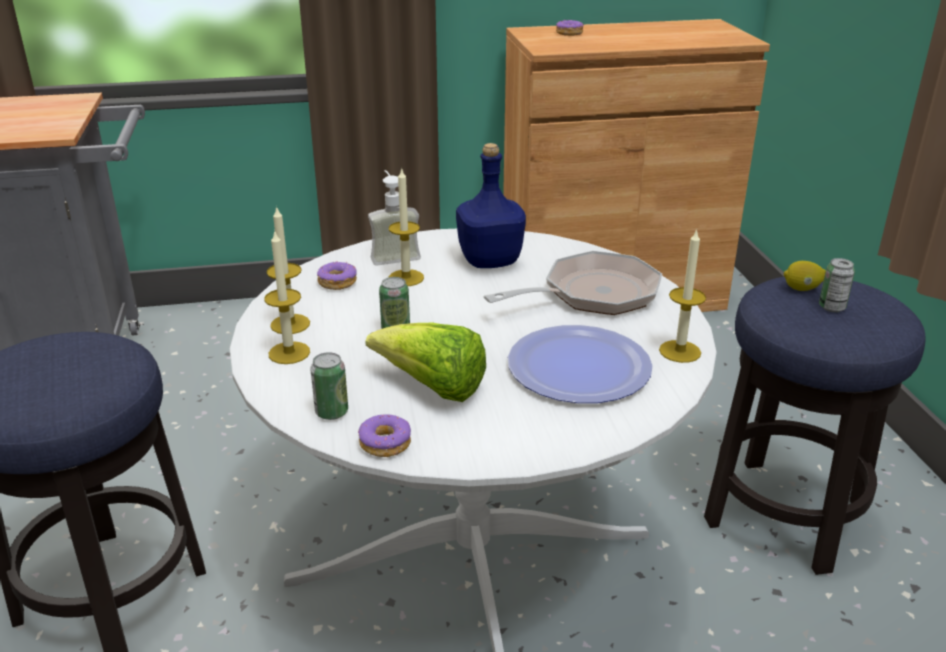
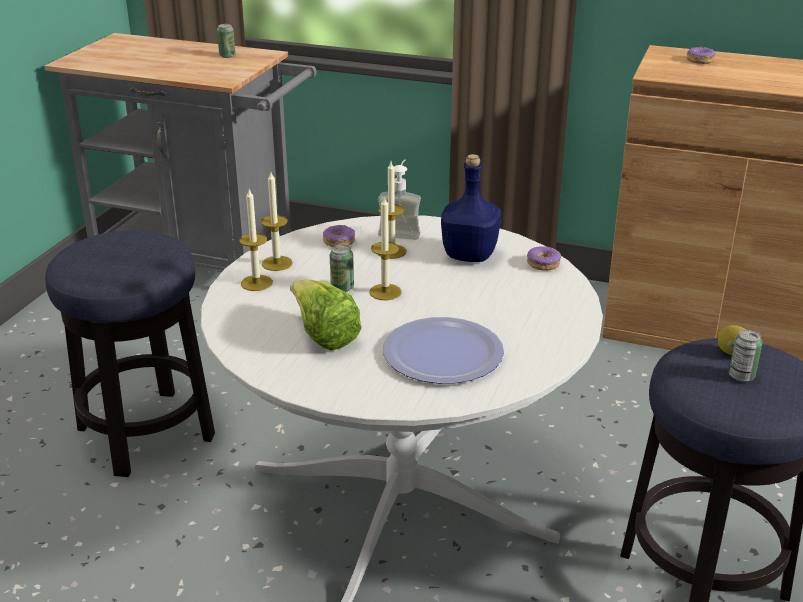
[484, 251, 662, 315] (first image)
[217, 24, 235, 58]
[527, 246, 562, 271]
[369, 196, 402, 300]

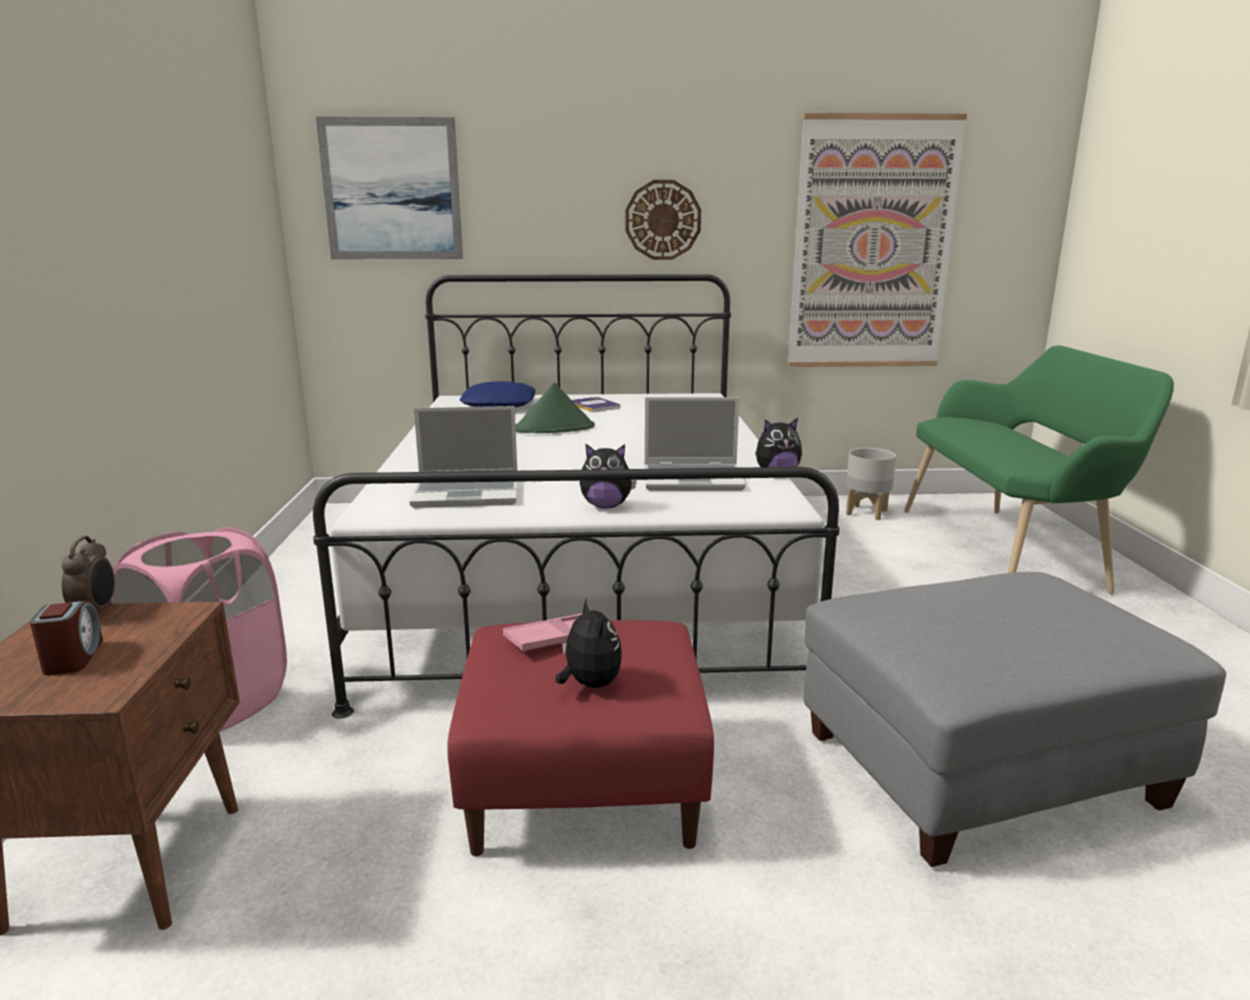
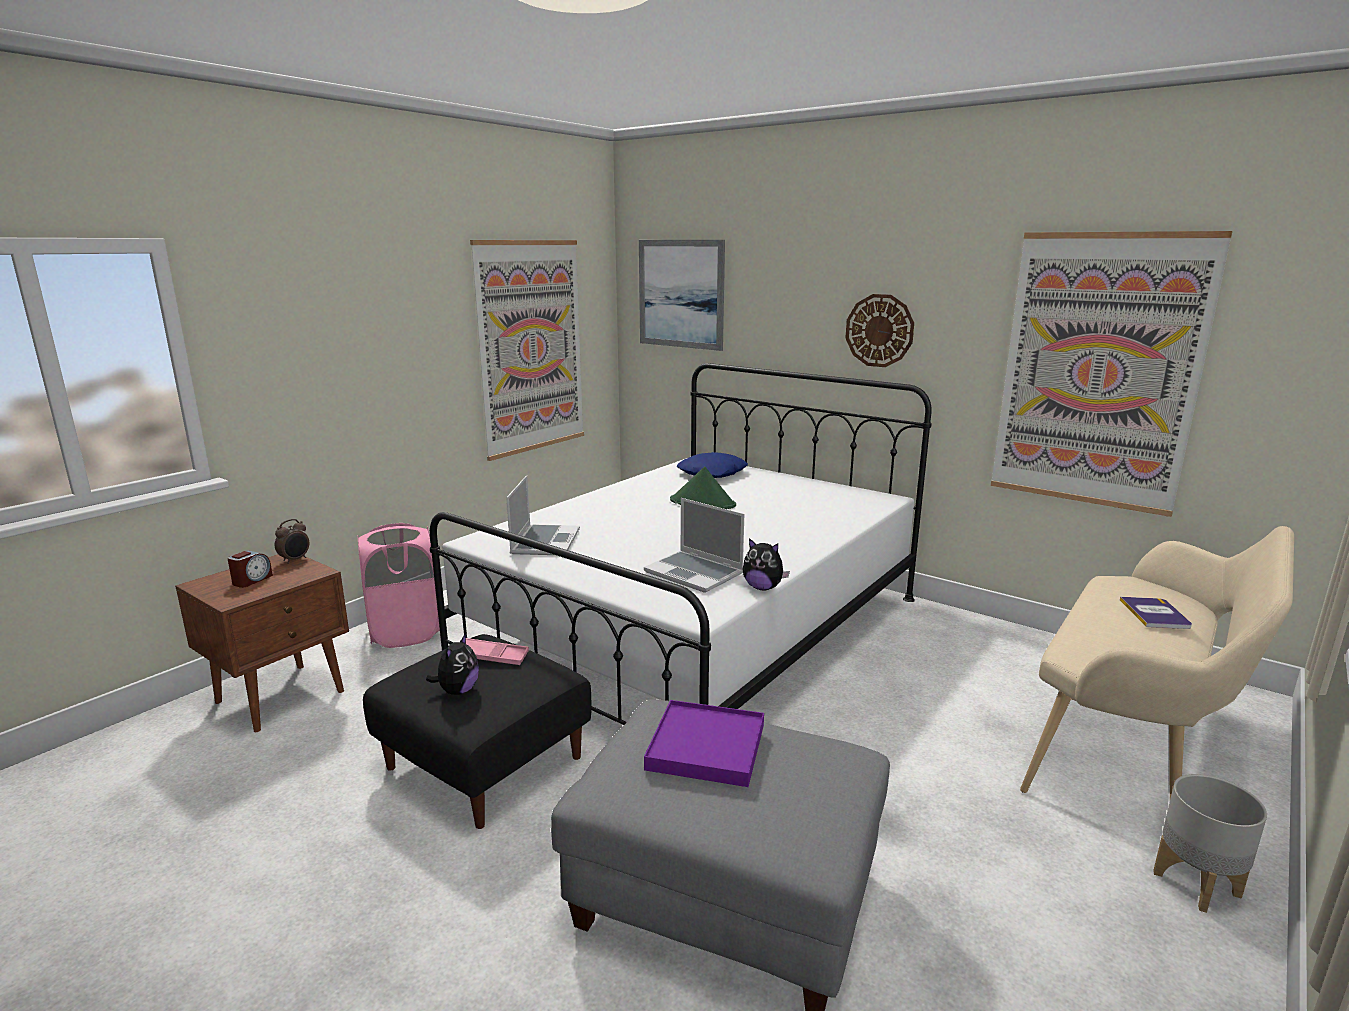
[579, 444, 637, 508] (first image)
[470, 240, 584, 461]
[644, 700, 764, 787]
[1120, 597, 1192, 629]
[1153, 774, 1267, 913]
[363, 634, 592, 829]
[1020, 526, 1294, 799]
[506, 476, 580, 555]

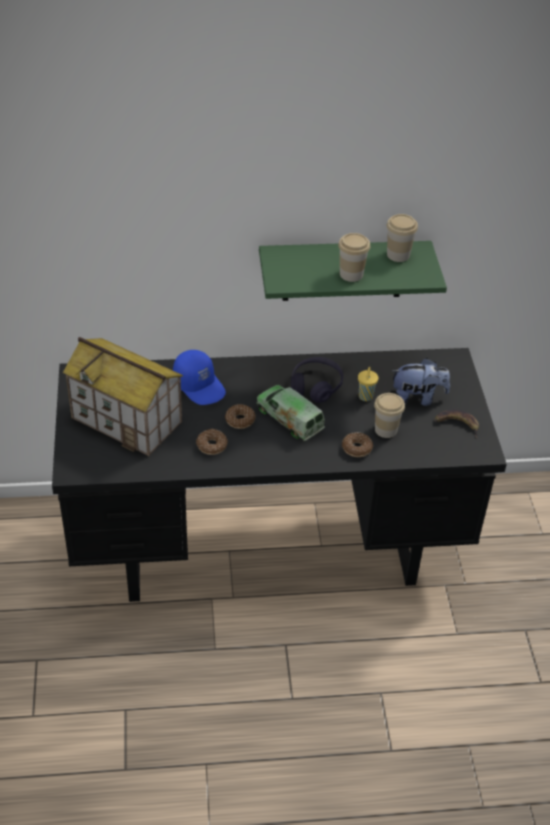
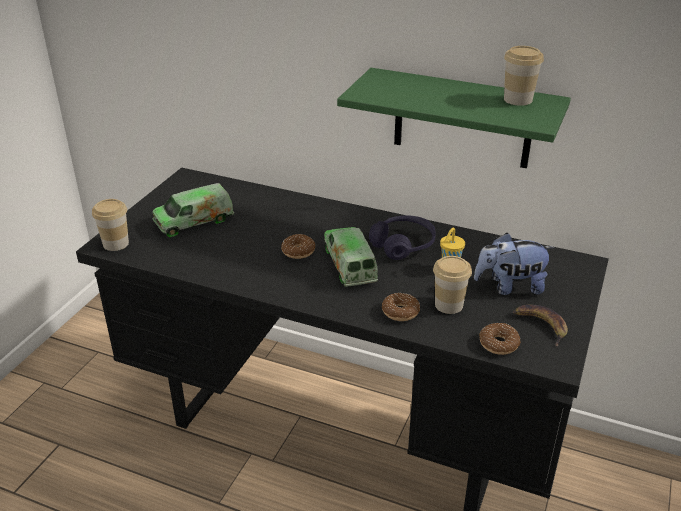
[173, 350, 226, 405] (first image)
[479, 323, 521, 355]
[92, 199, 129, 251]
[152, 183, 234, 237]
[474, 233, 555, 295]

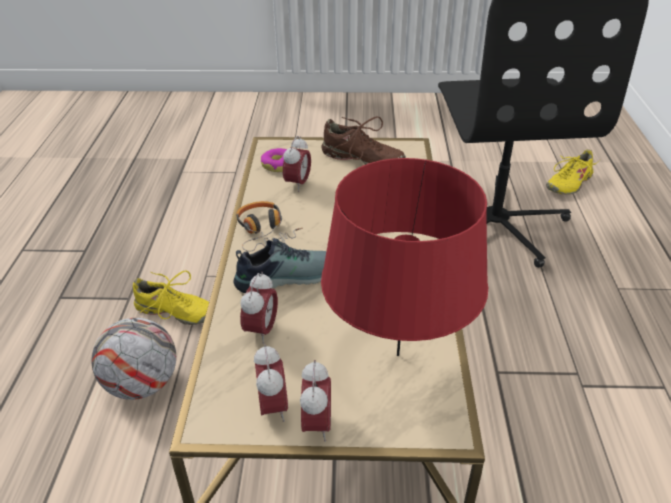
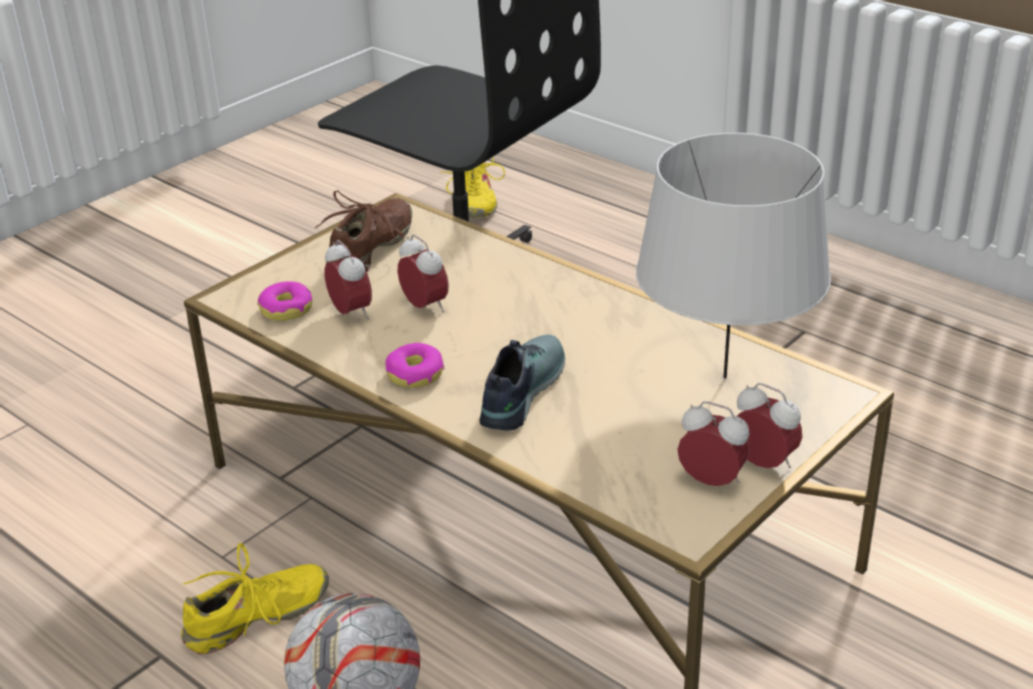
[398, 234, 449, 313]
[385, 343, 444, 388]
[636, 133, 831, 379]
[315, 190, 412, 272]

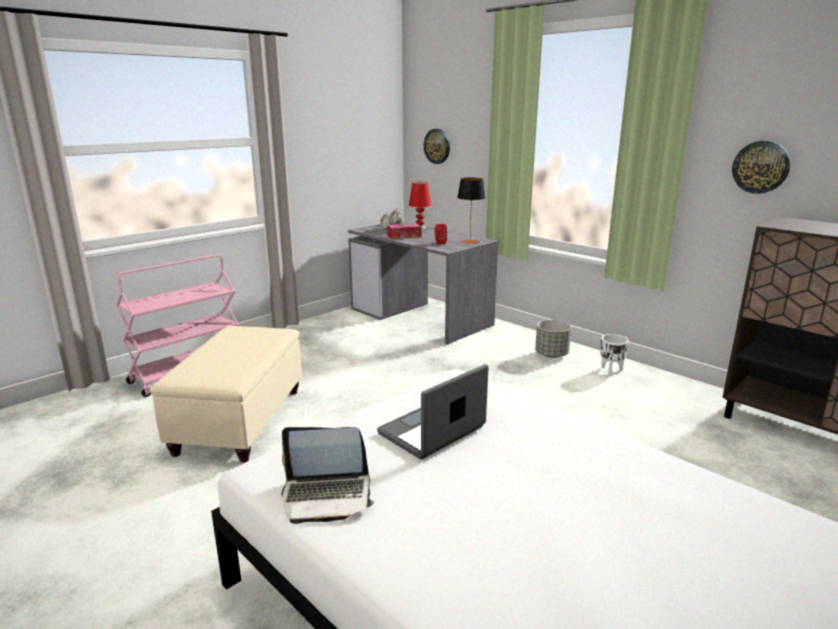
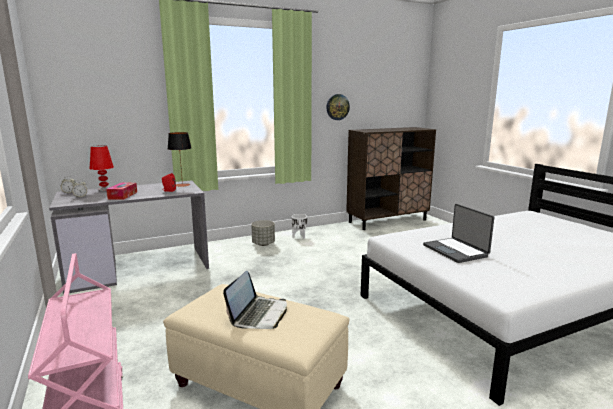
[424, 129, 450, 164] (first image)
[223, 271, 287, 329]

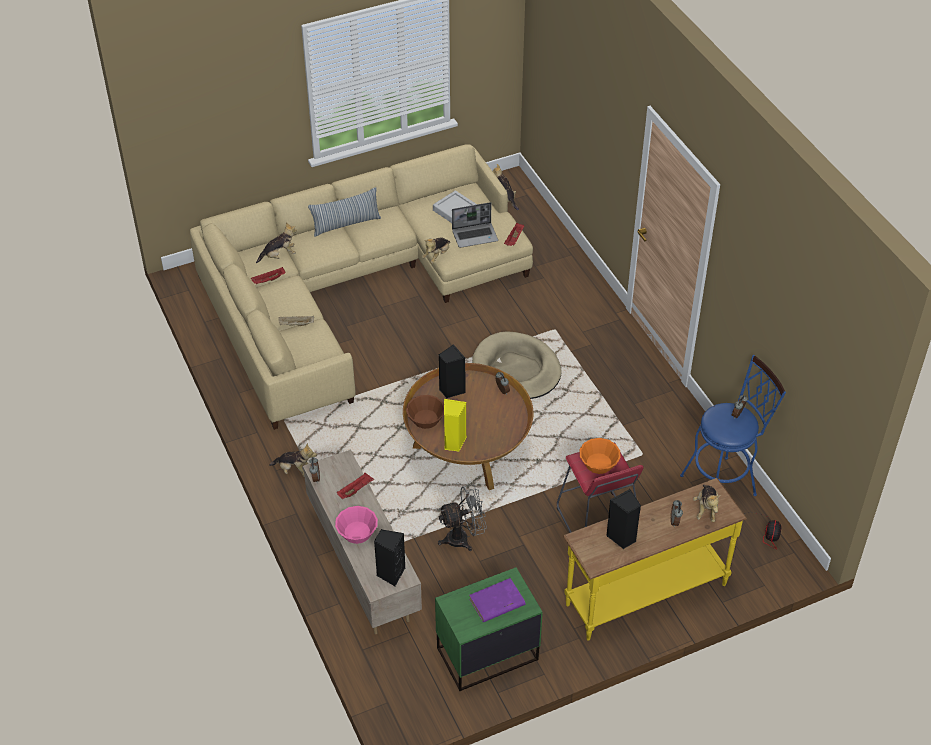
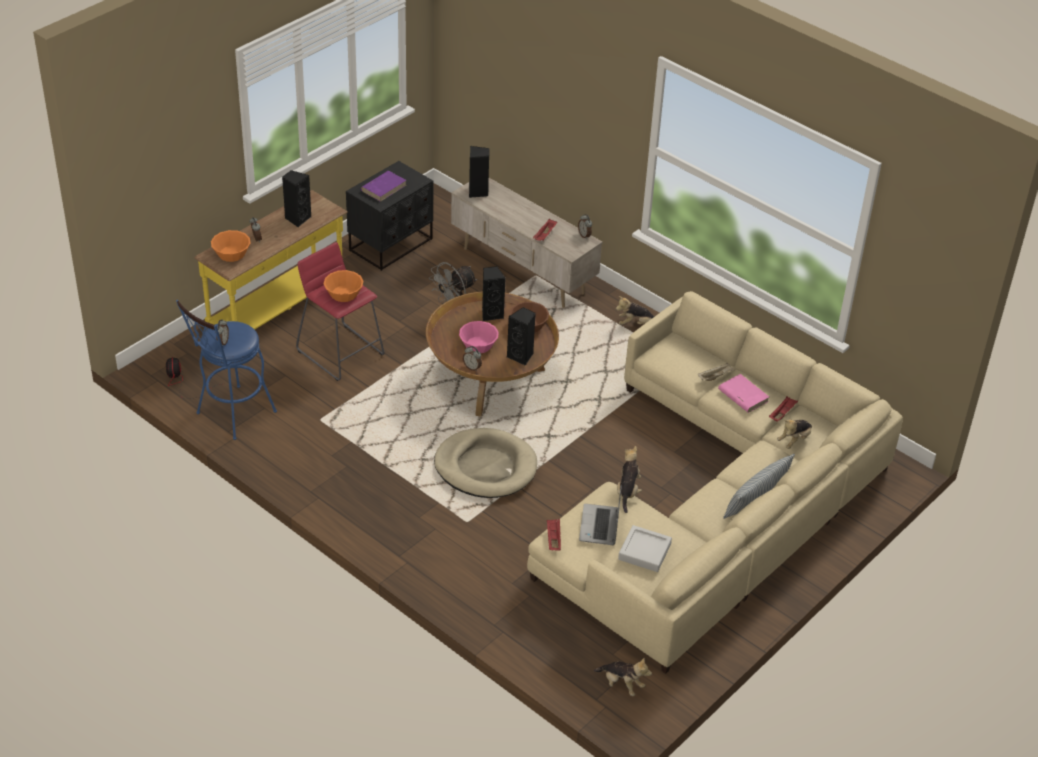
[718, 374, 769, 413]
[459, 321, 499, 353]
[211, 230, 251, 262]
[346, 161, 433, 271]
[482, 266, 506, 321]
[579, 485, 622, 545]

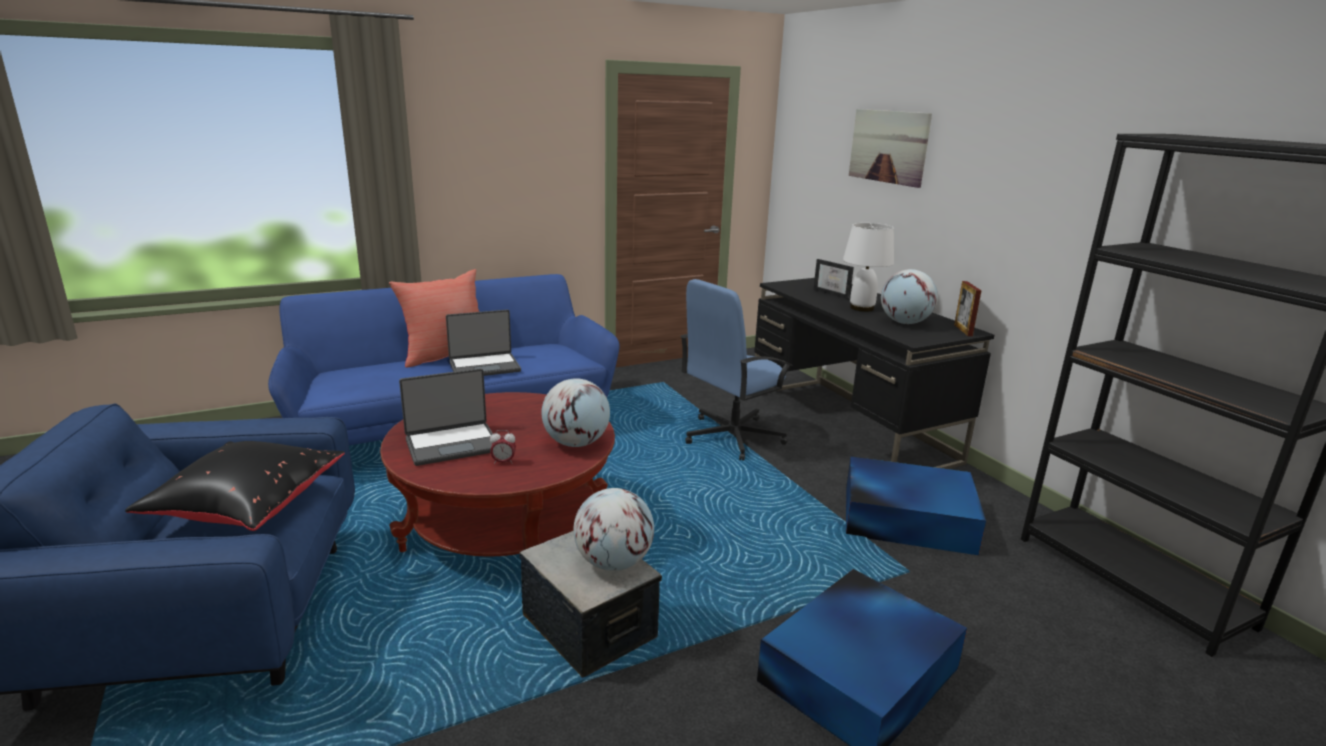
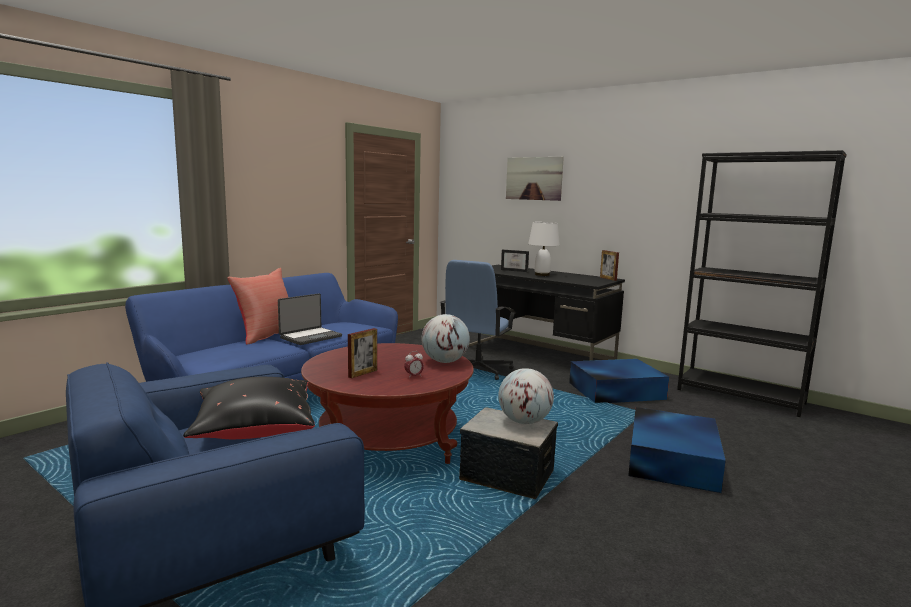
[881, 269, 938, 324] (first image)
[348, 328, 377, 378]

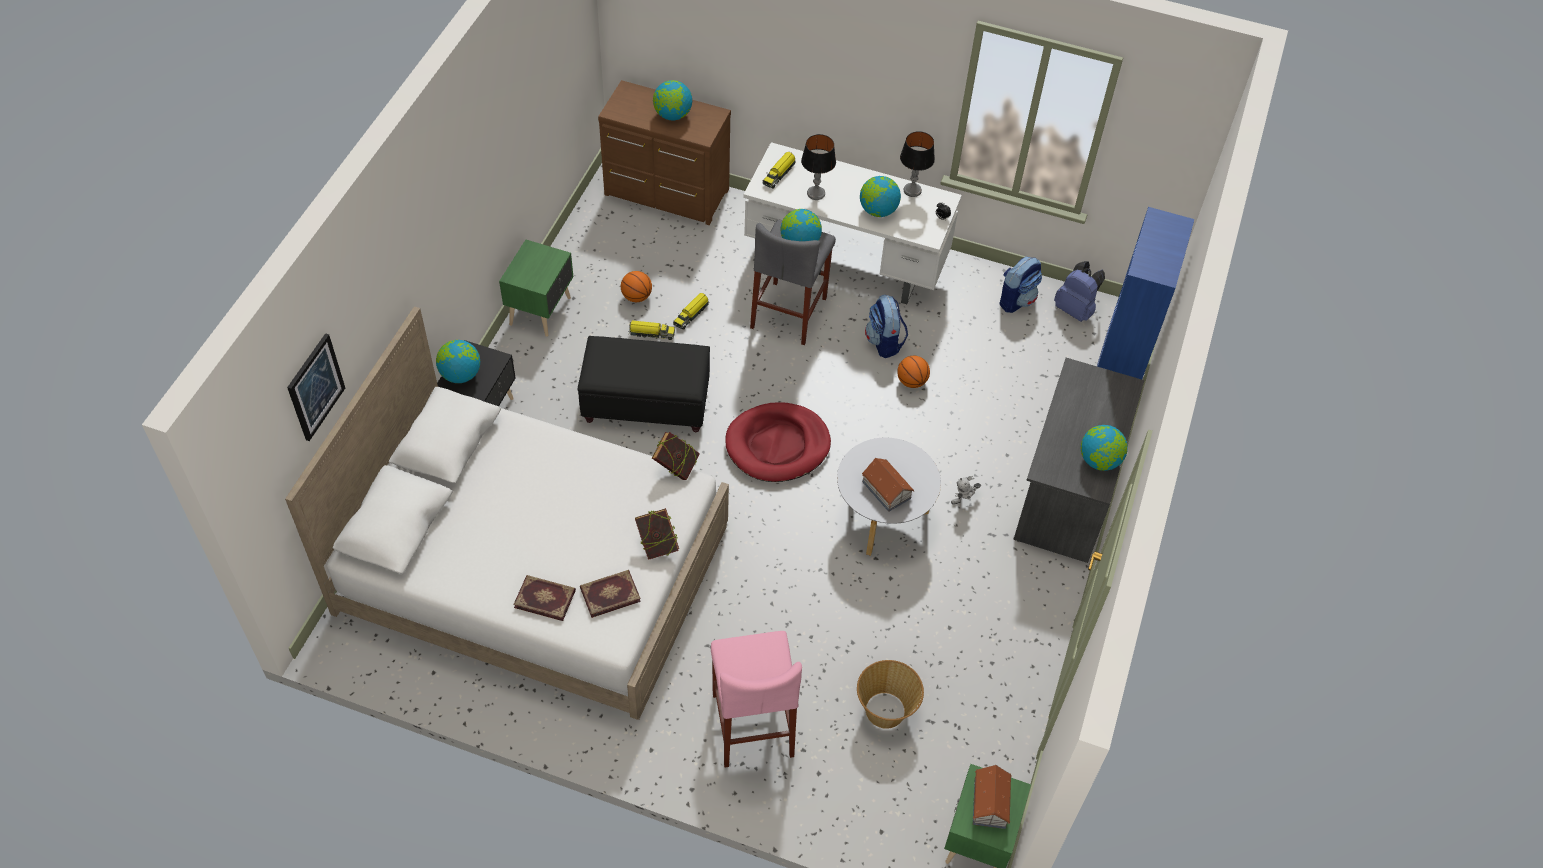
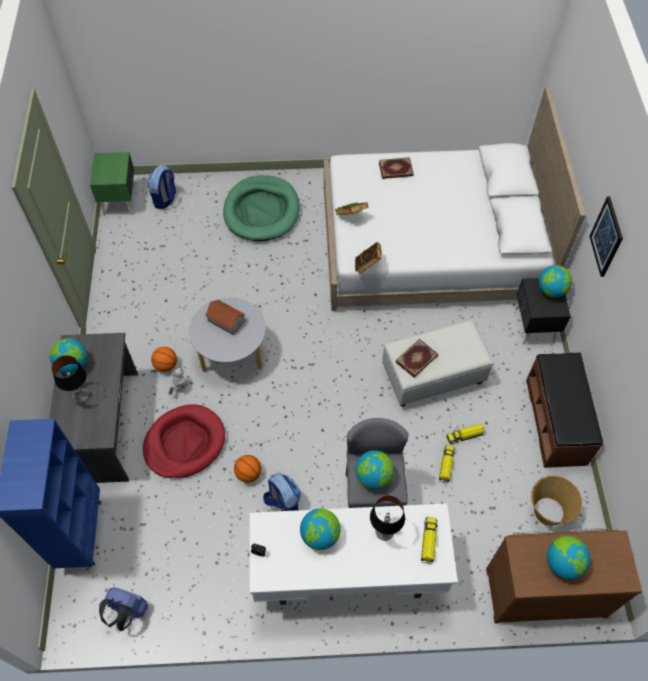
[973, 765, 1012, 829] (first image)
[589, 197, 623, 277]
[395, 339, 438, 377]
[151, 347, 177, 372]
[143, 404, 225, 478]
[531, 476, 582, 526]
[52, 356, 89, 403]
[147, 165, 176, 209]
[526, 352, 603, 468]
[223, 175, 300, 241]
[382, 320, 494, 407]

